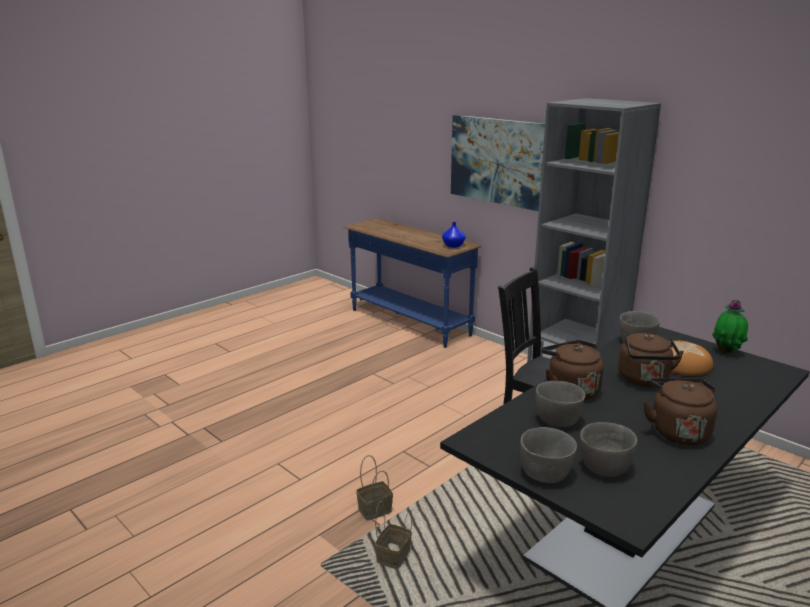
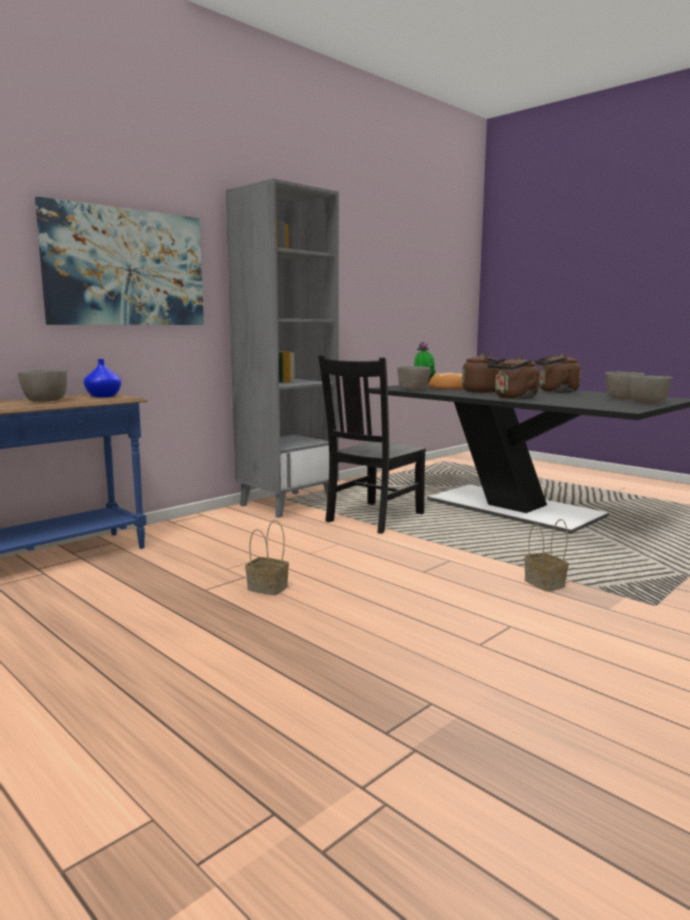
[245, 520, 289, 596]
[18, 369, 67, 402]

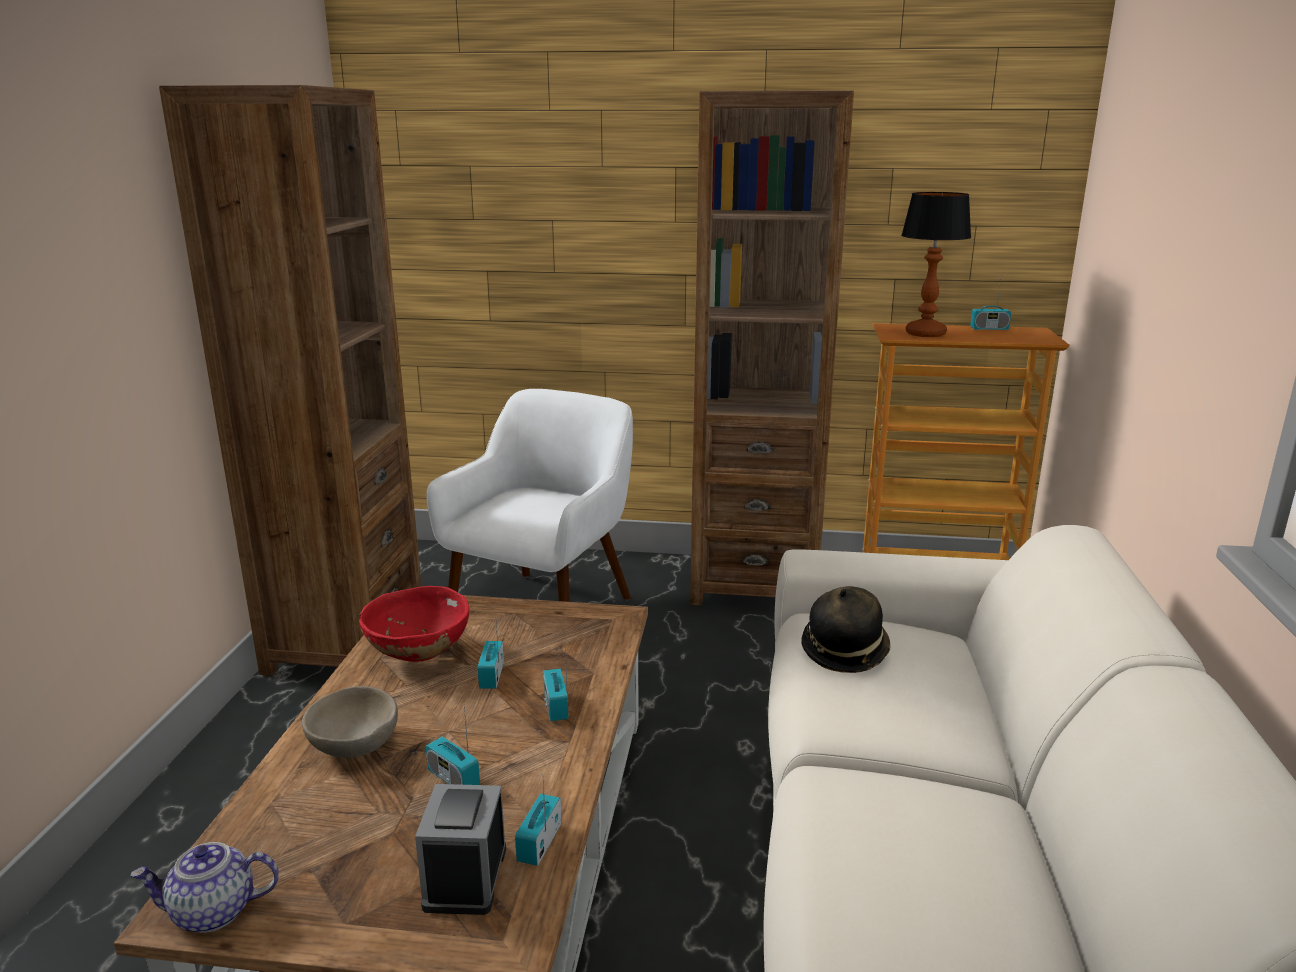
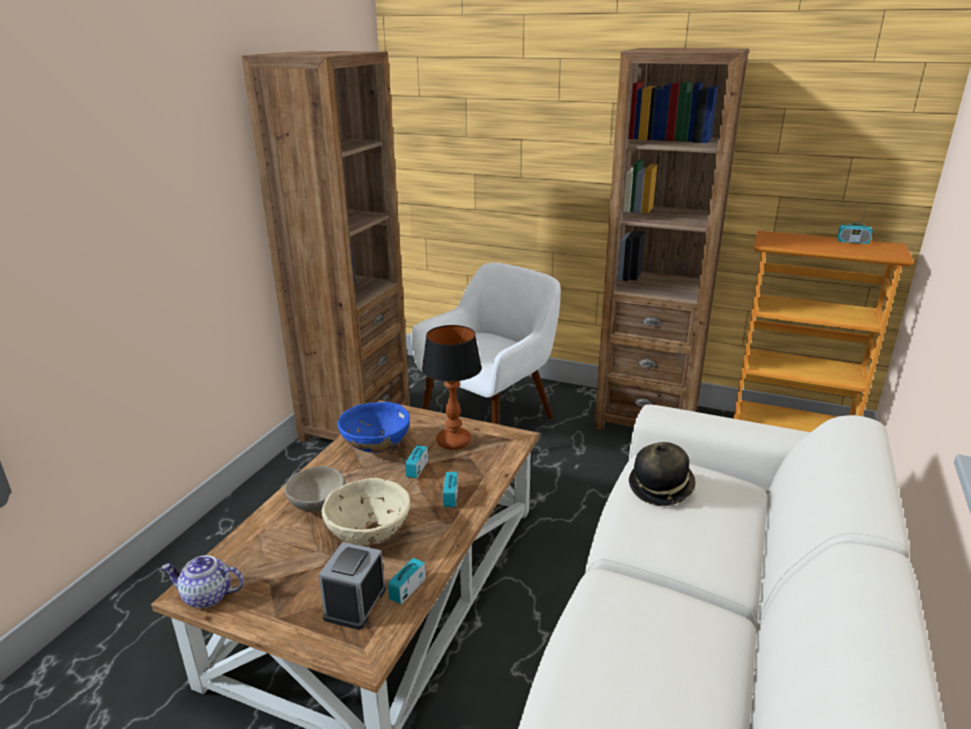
[422, 325, 482, 450]
[321, 478, 410, 546]
[337, 402, 410, 453]

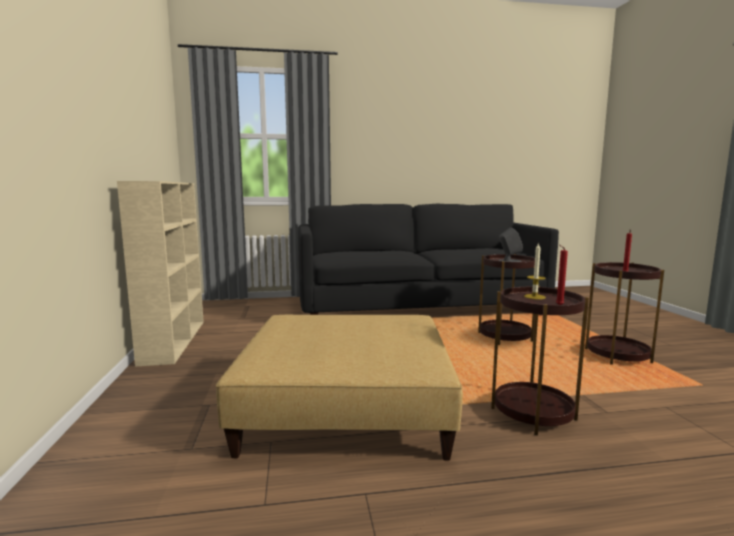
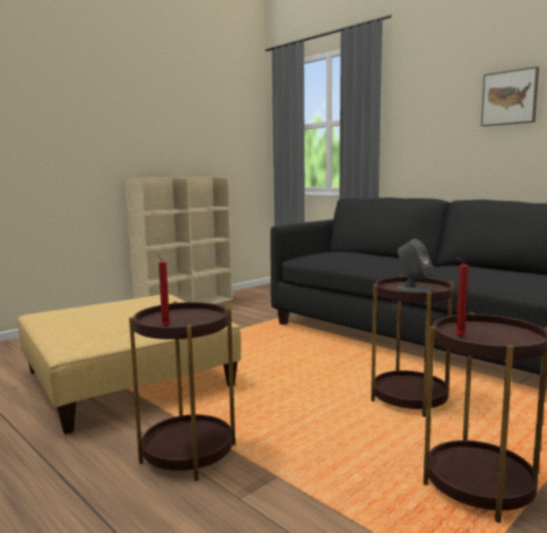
[524, 242, 546, 300] (first image)
[481, 67, 539, 126]

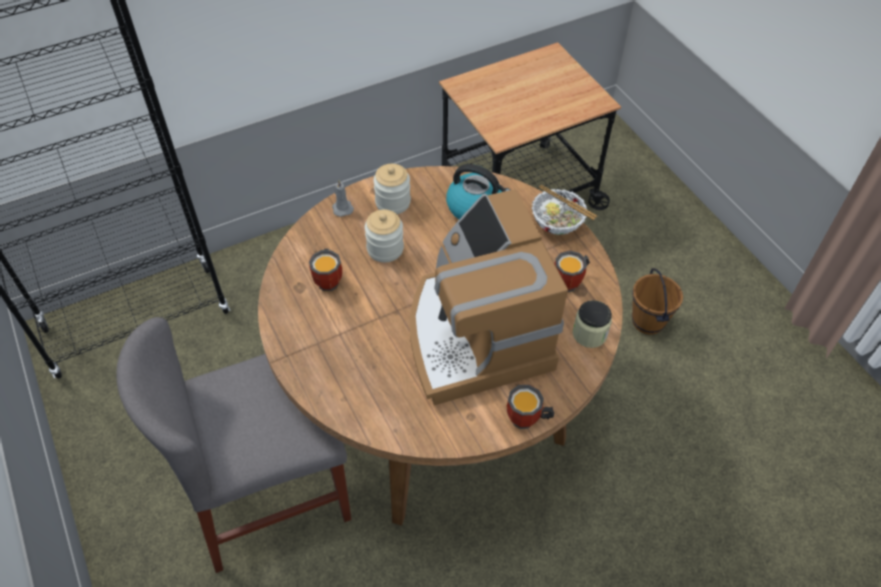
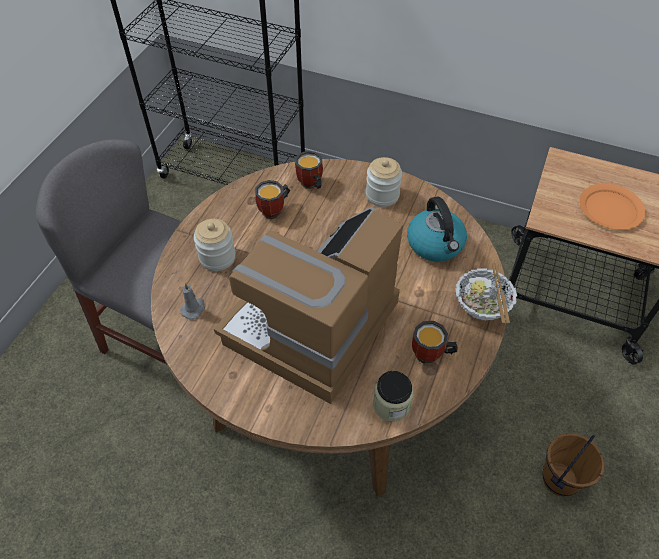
[579, 183, 646, 230]
[180, 282, 205, 320]
[194, 219, 236, 271]
[295, 151, 323, 189]

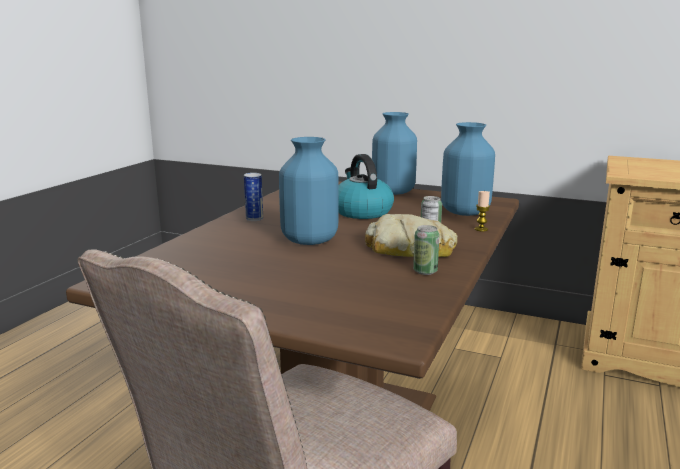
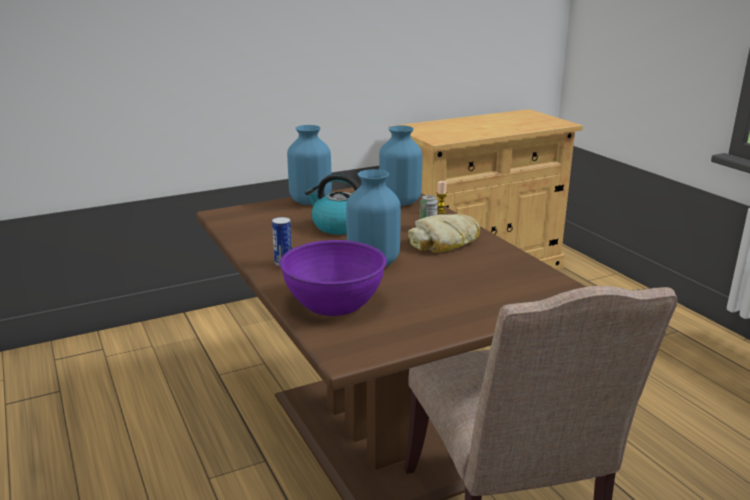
[413, 225, 439, 275] (first image)
[279, 240, 387, 316]

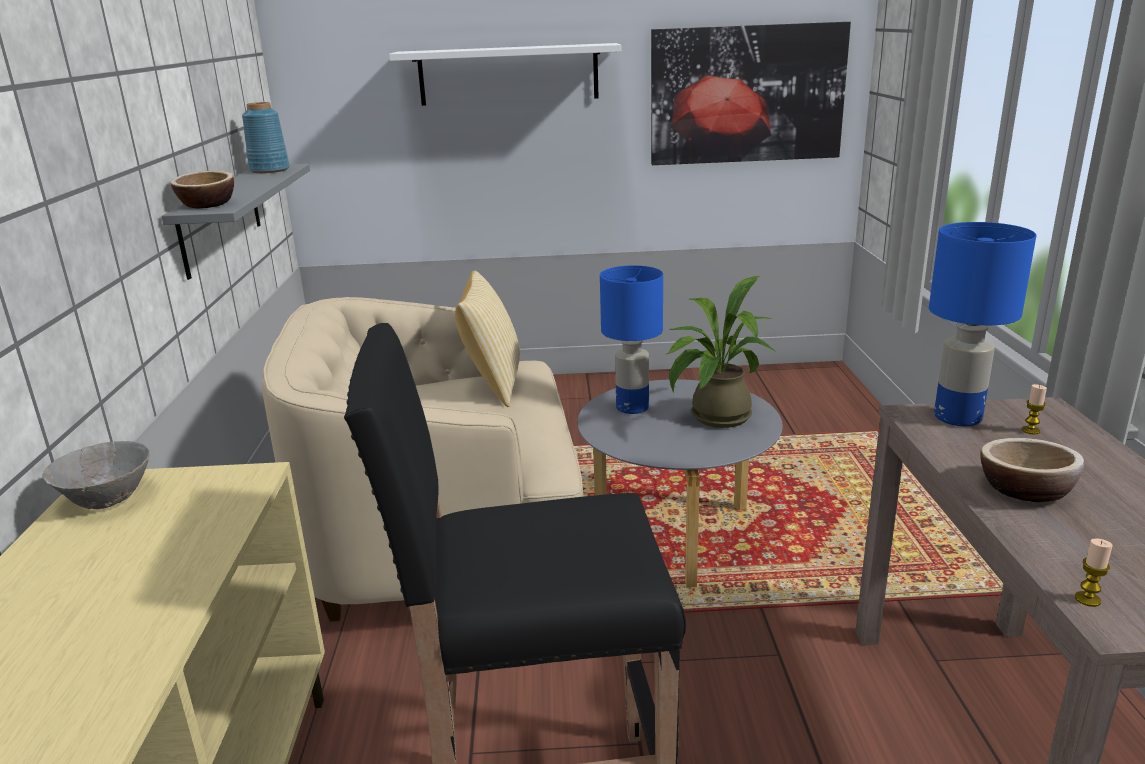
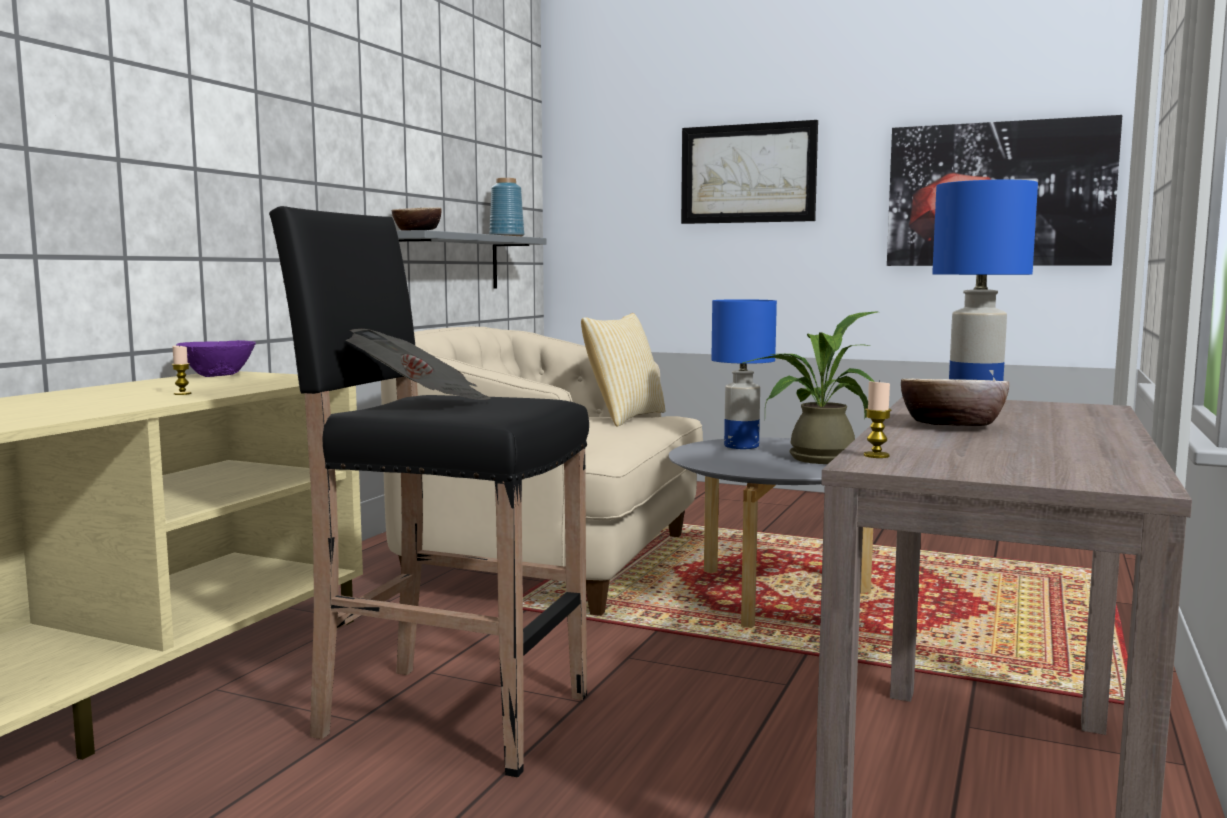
[346, 329, 491, 400]
[172, 345, 191, 395]
[681, 120, 818, 224]
[176, 340, 256, 377]

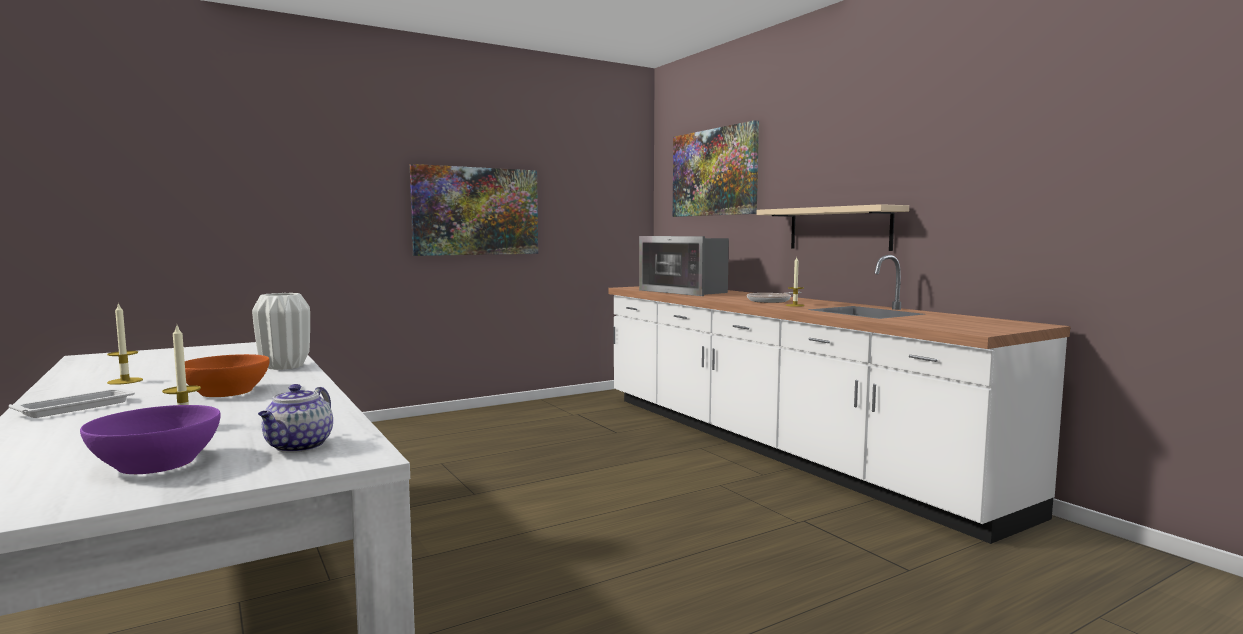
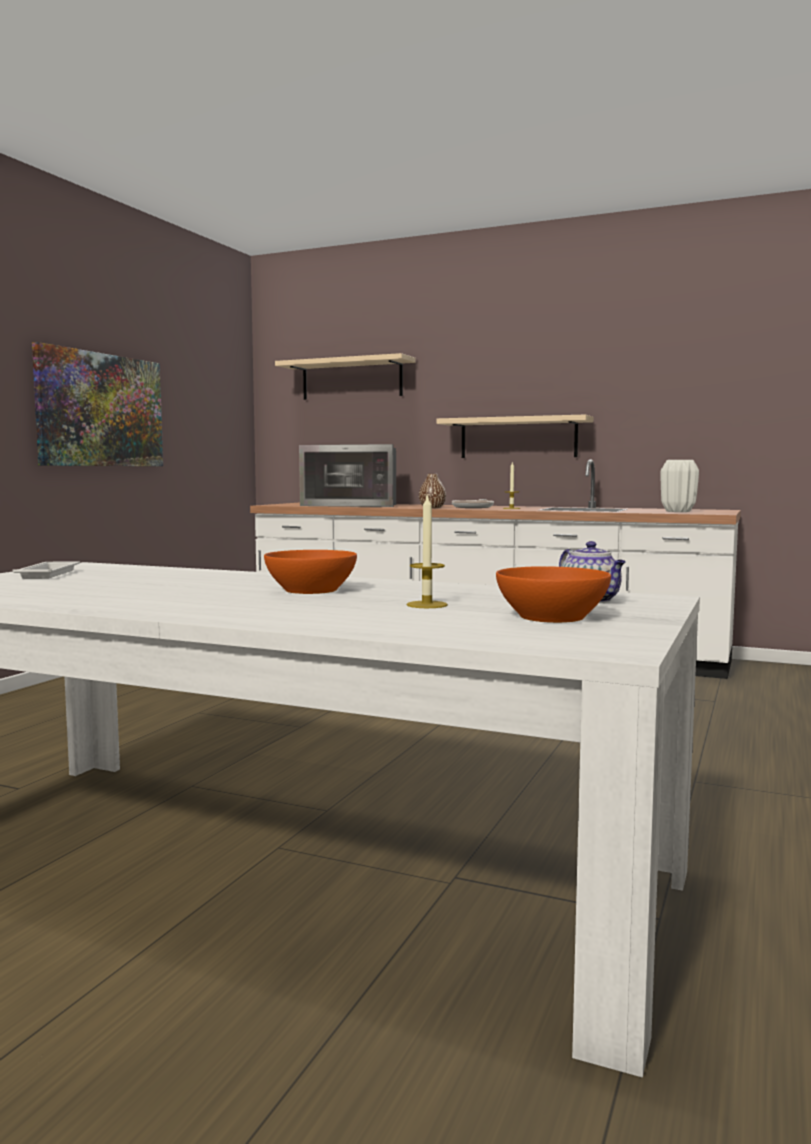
[107, 302, 143, 385] (first image)
[419, 474, 446, 508]
[13, 562, 80, 579]
[661, 460, 699, 512]
[275, 353, 415, 400]
[496, 566, 611, 623]

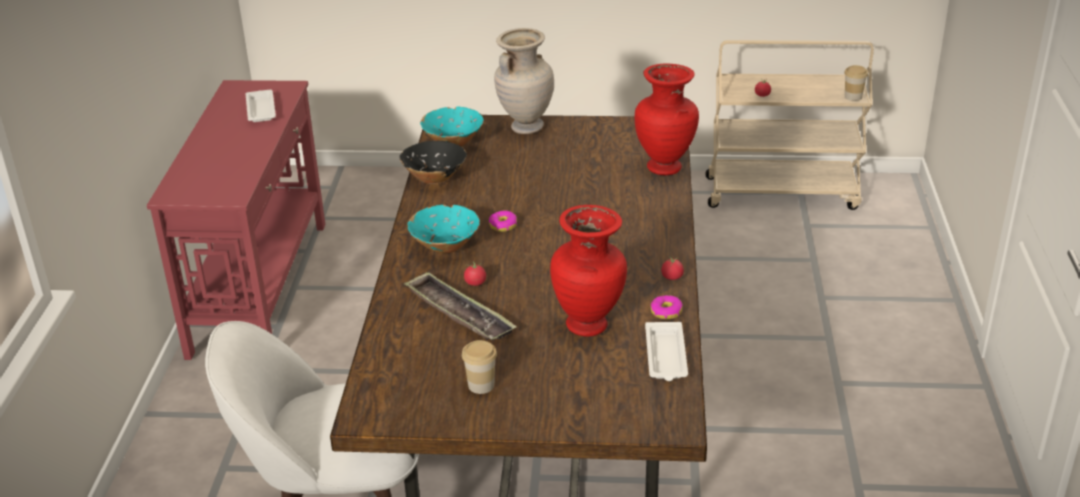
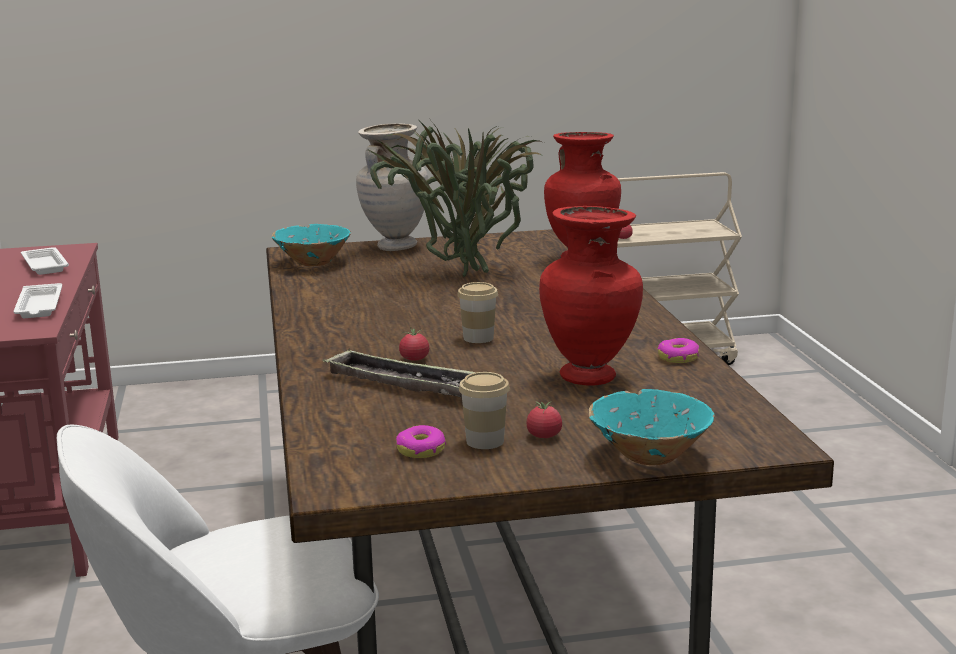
[400, 141, 467, 184] (first image)
[368, 117, 544, 277]
[589, 389, 715, 465]
[396, 425, 446, 458]
[13, 283, 62, 318]
[526, 401, 562, 438]
[457, 282, 498, 343]

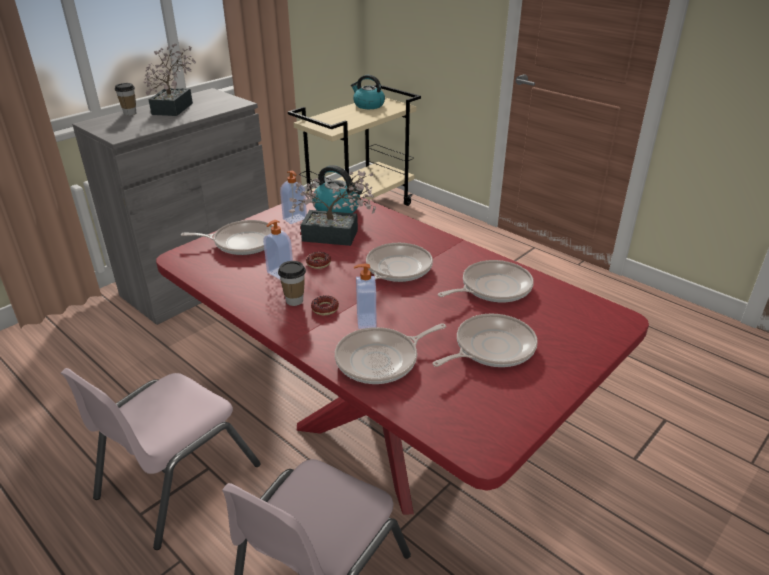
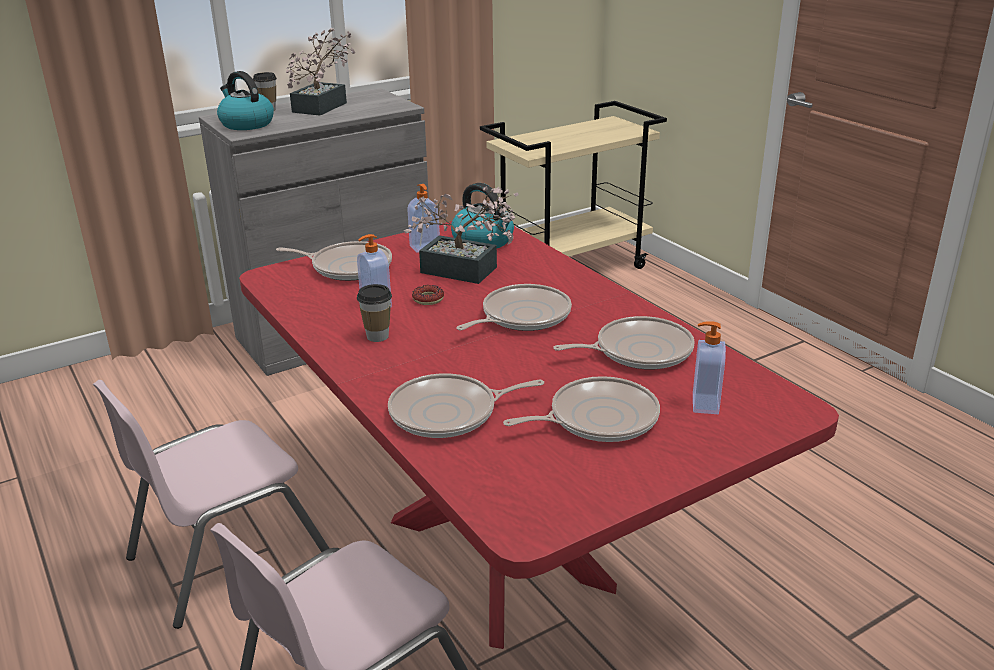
[311, 295, 339, 315] (first image)
[217, 71, 274, 130]
[693, 322, 726, 414]

